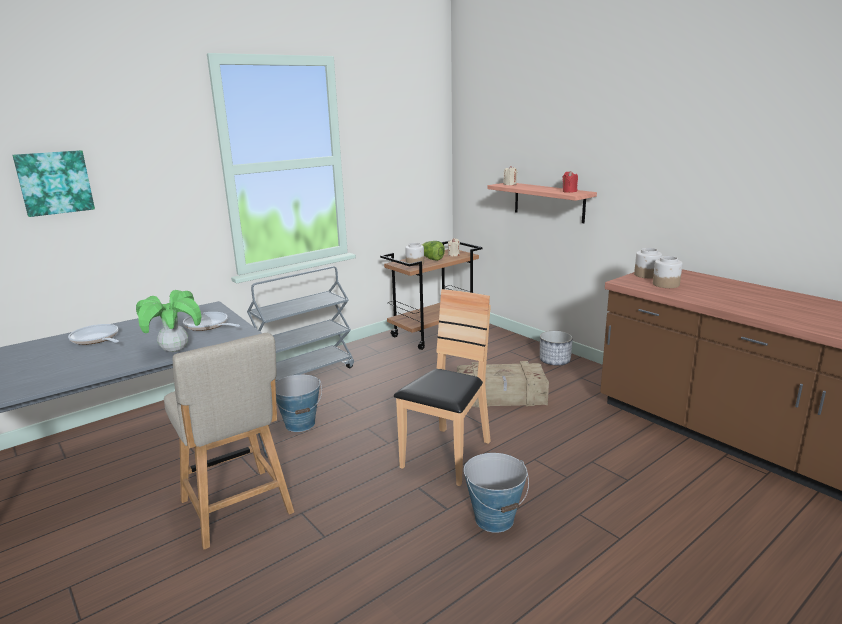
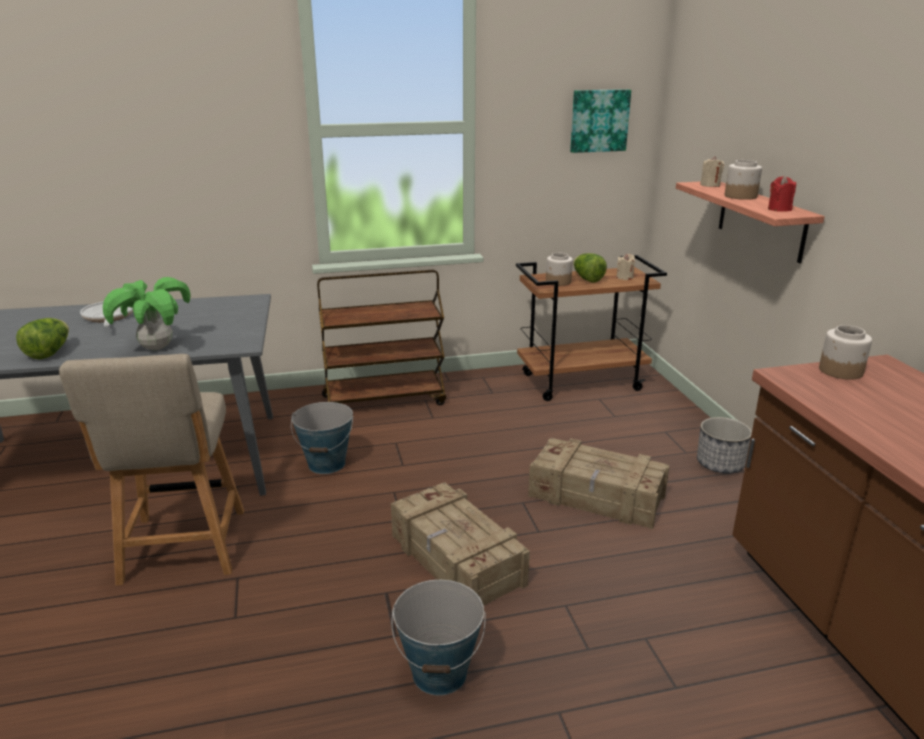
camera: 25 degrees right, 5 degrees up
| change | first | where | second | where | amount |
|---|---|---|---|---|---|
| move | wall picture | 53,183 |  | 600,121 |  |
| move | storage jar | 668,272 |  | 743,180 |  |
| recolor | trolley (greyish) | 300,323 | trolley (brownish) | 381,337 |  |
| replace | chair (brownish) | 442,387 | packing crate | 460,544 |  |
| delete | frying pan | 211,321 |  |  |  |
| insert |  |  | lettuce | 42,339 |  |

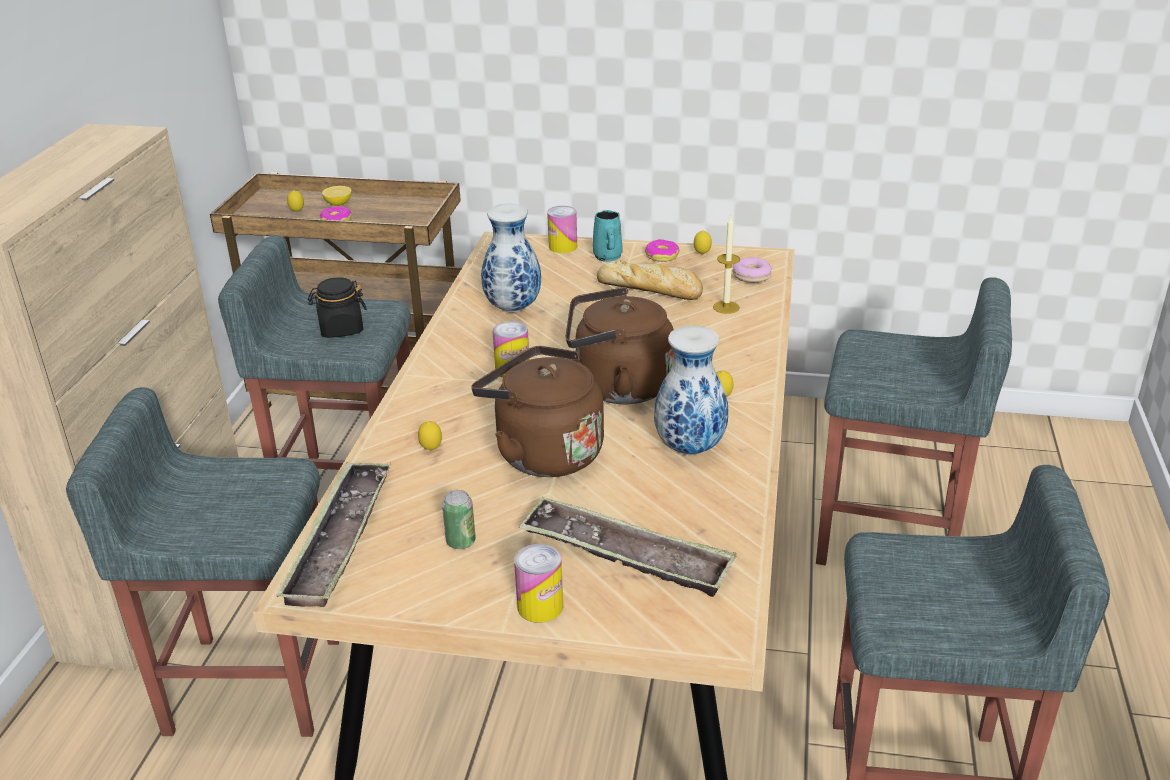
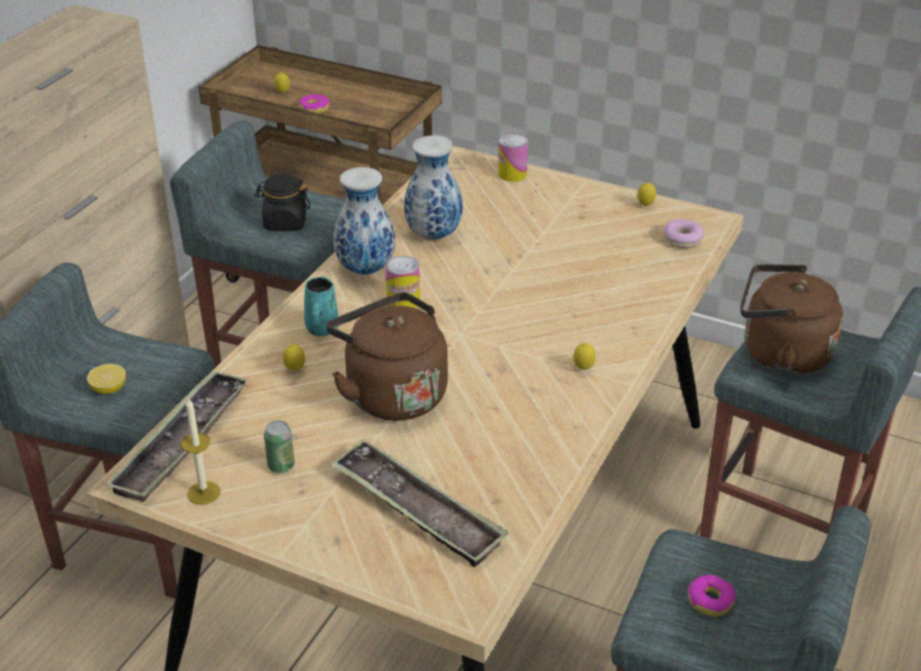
camera: 15 degrees right, 5 degrees up
| change | first | where | second | where | amount |
|---|---|---|---|---|---|
| move | whole lemon | 337,196 |  | 106,379 |  |
| move | coffee mug (turquoise-coloured) | 608,236 |  | 321,306 |  |
| move | wax candle | 726,265 |  | 201,451 |  |
| move | doughnut | 662,250 |  | 711,595 |  |
| delete | bakery bread | 650,280 |  |  |  |
| move | water kettle (brownish) | 620,346 |  | 791,319 |  |
| move | flower vase | 691,390 |  | 364,221 |  |
| delete | metal can | 538,583 |  |  |  |

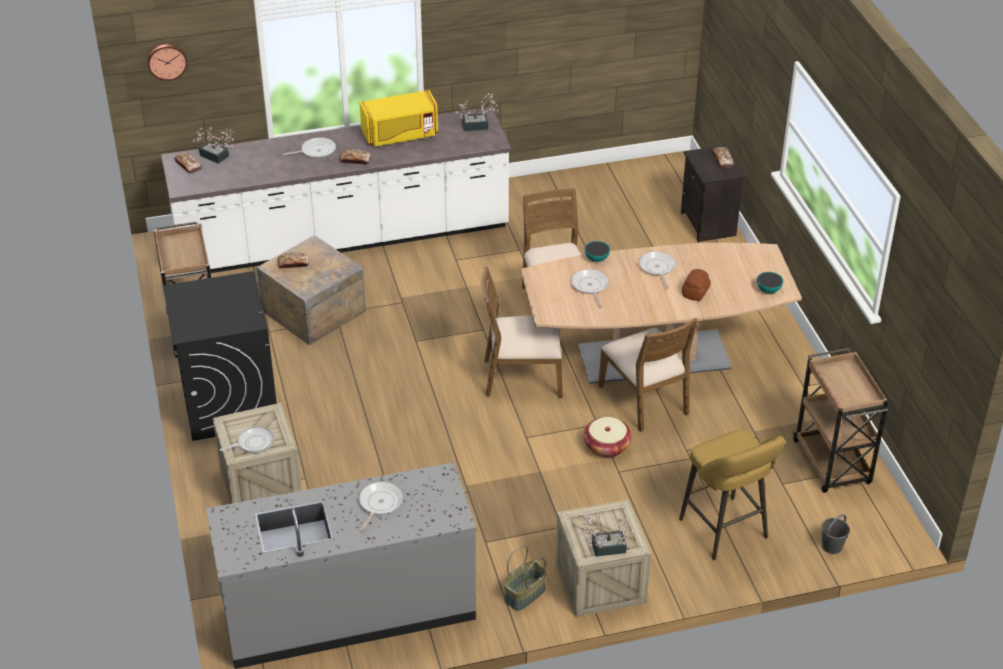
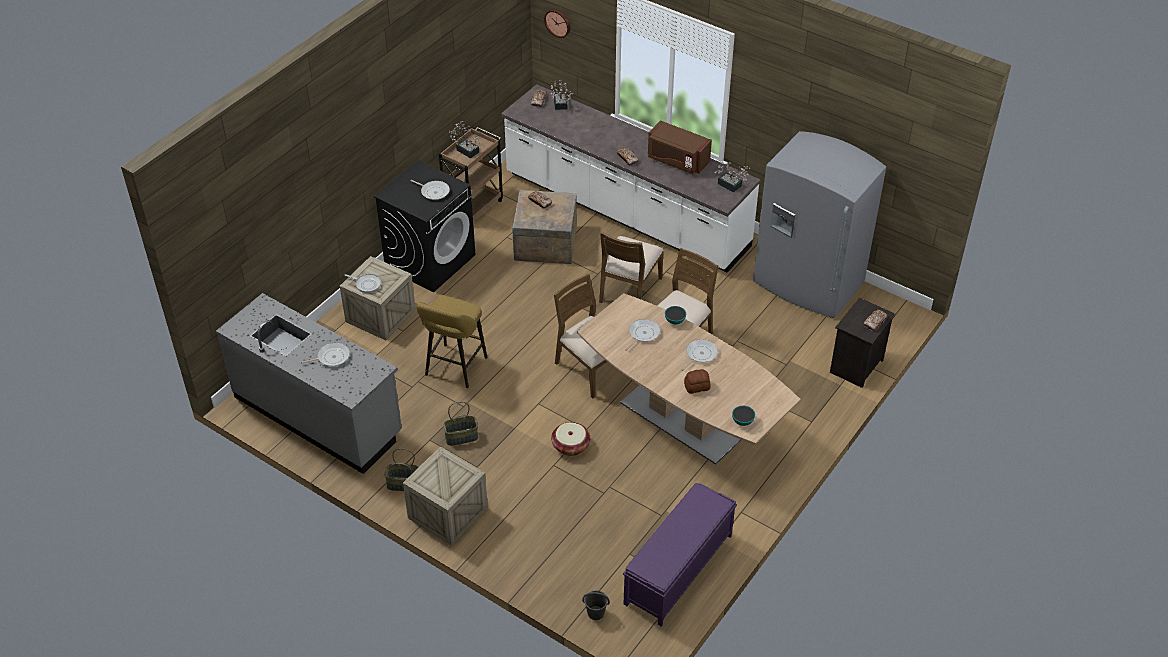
camera: 50 degrees right, 5 degrees up
| change | first | where | second | where | amount |
|---|---|---|---|---|---|
| recolor | kitchen microwave (yellow-coloured) | 399,118 | kitchen microwave (brownish) | 680,147 |  |
| move | frying pan | 309,148 |  | 430,190 |  |
| move | chair (brownish) | 648,375 |  | 631,267 |  |
| replace | trolley (brownish) | 841,420 | long seat (purple) | 680,555 |  |
| move | sitting stool (yellow-coloured) | 732,494 |  | 451,341 |  |
| move | houseplant | 607,534 |  | 466,139 |  |
| insert |  |  | refrigerator (greyish) | 819,224 |  |
| insert |  |  | storage basket | 460,423 |  |

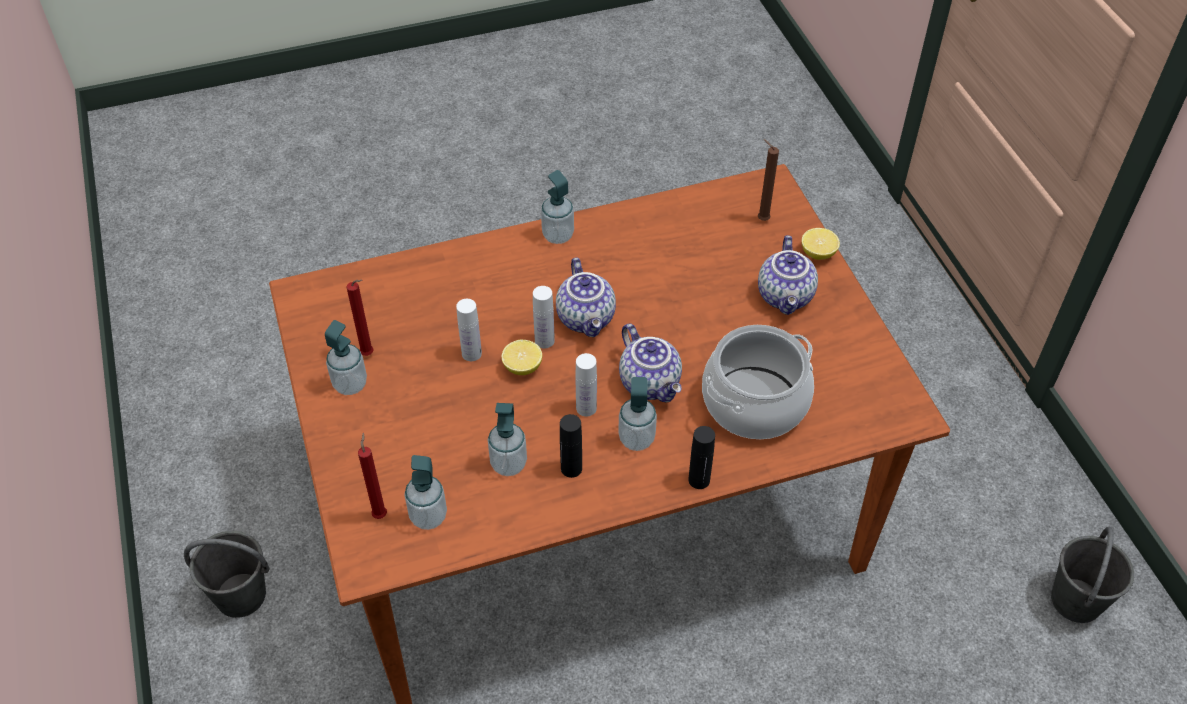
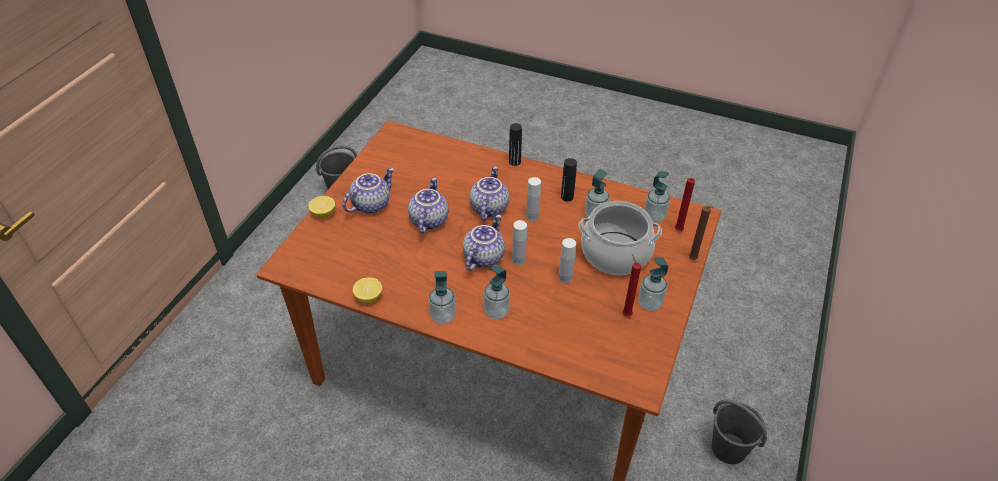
camera: 140 degrees left, 5 degrees down
| change | first | where | second | where | amount |
|---|---|---|---|---|---|
| move | wax candle (brownish) | 768,180 |  | 701,233 |  |
| move | cooking pot | 758,382 |  | 620,238 |  |
| move | whole lemon | 521,357 |  | 367,290 |  |
| move | liquid soap bottle | 637,414 |  | 497,292 |  |
| insert |  |  | tea pot | 428,206 |  |

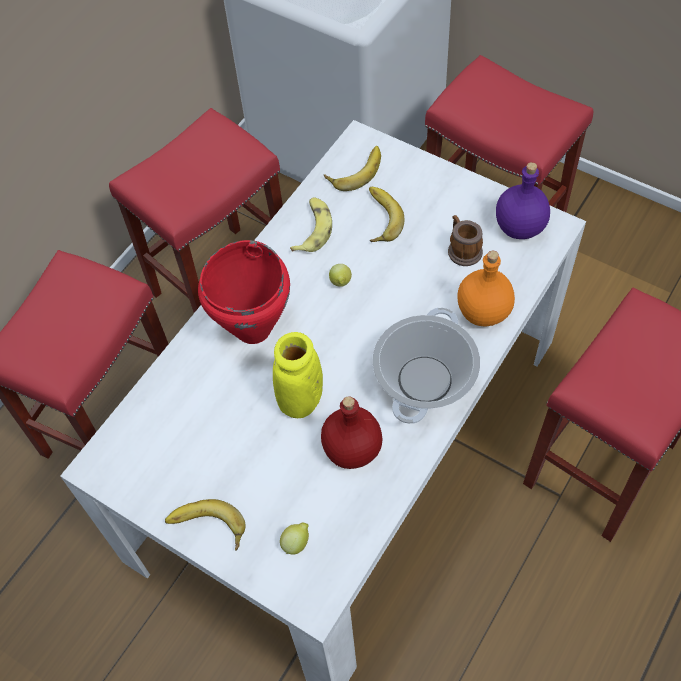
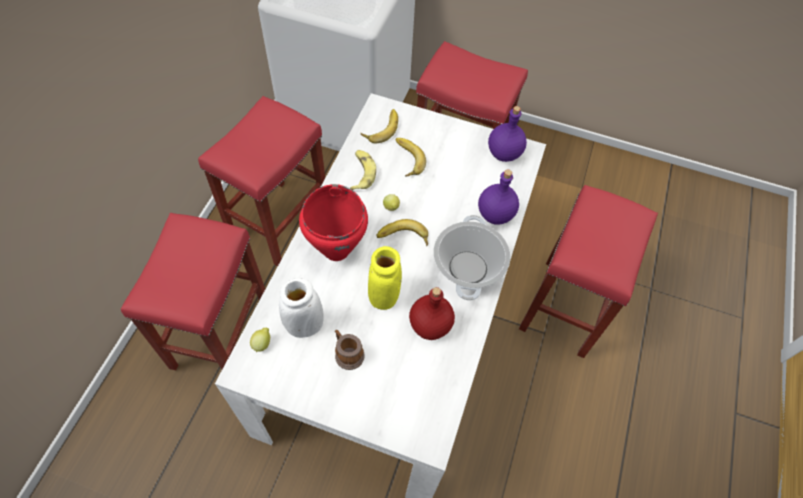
camera: 20 degrees left, 0 degrees up
| change | first | where | second | where | amount |
|---|---|---|---|---|---|
| move | coffee mug | 465,240 |  | 350,350 |  |
| recolor | bottle (orangey) | 486,288 | bottle (purple) | 498,197 |  |
| move | banana | 205,525 |  | 402,232 |  |
| move | whole lemon | 294,538 |  | 260,340 |  |
| insert |  |  | flower vase (white-coloured) | 301,308 |  |

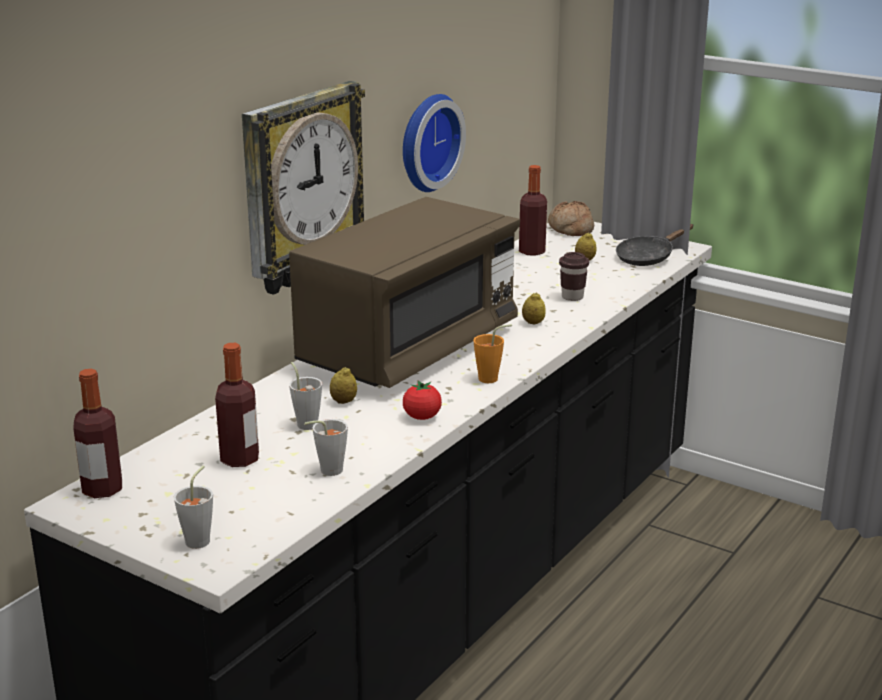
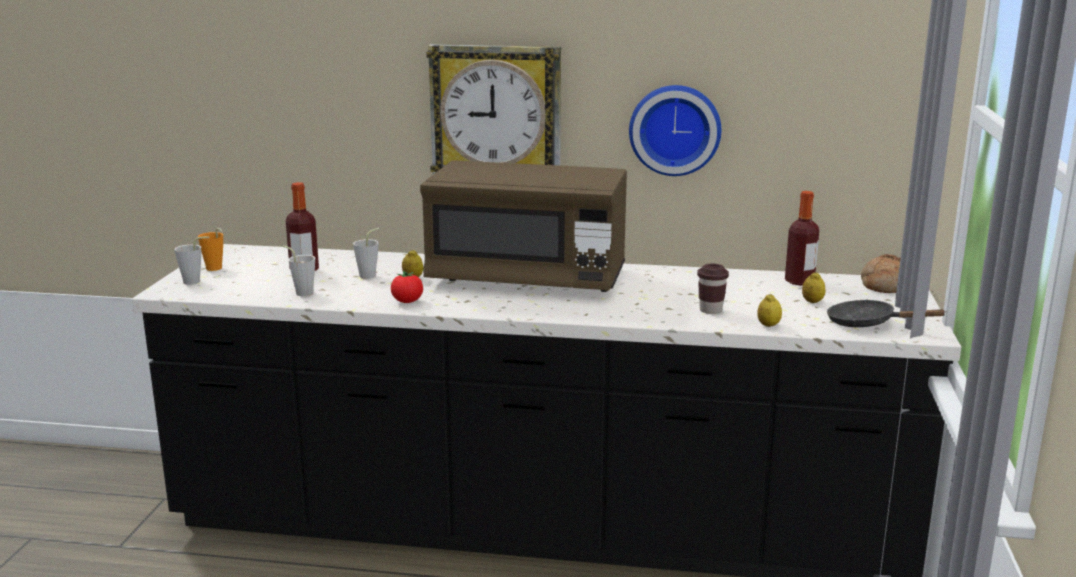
camera: 65 degrees right, 5 degrees down
| change | first | where | second | where | amount |
|---|---|---|---|---|---|
| move | whole lemon | 534,308 |  | 769,310 |  |
| move | small cup (orangey) | 492,353 |  | 210,249 |  |
| delete | bottle | 97,433 |  |  |  |

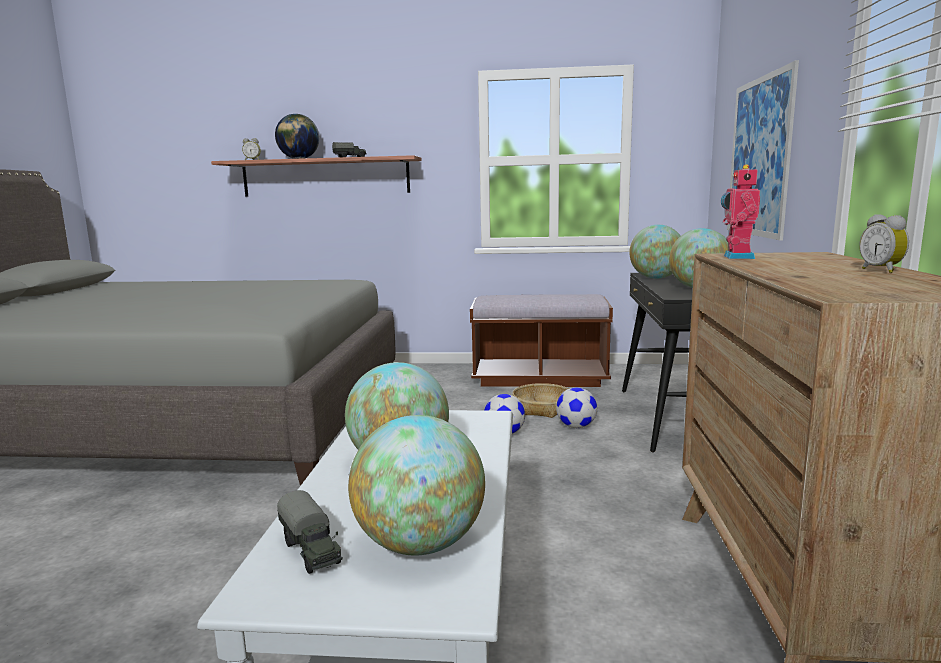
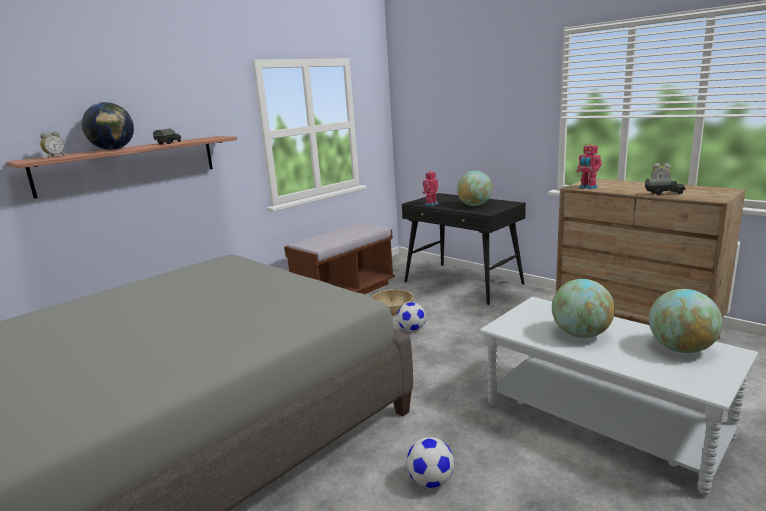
camera: 50 degrees left, 5 degrees up
| change | first | where | second | where | amount |
|---|---|---|---|---|---|
| delete | wall picture | 763,150 |  |  |  |
| replace | globe | 655,252 | model robot | 430,188 |  |
| move | football ball | 576,408 |  | 430,462 |  |
| move | toy truck | 310,532 |  | 665,186 |  |

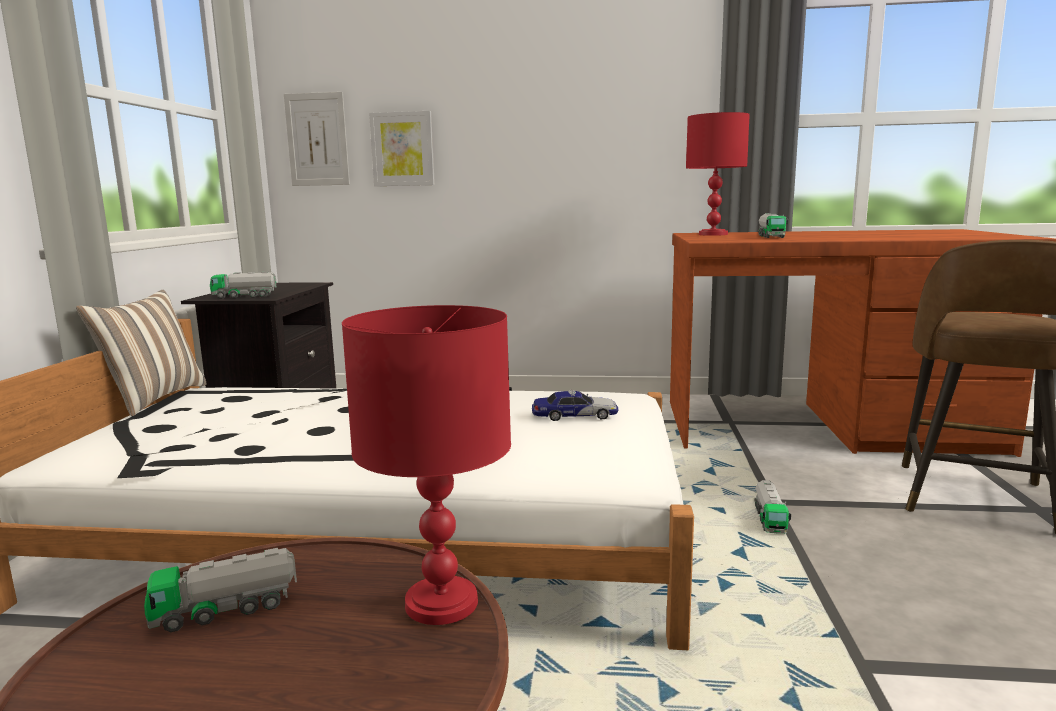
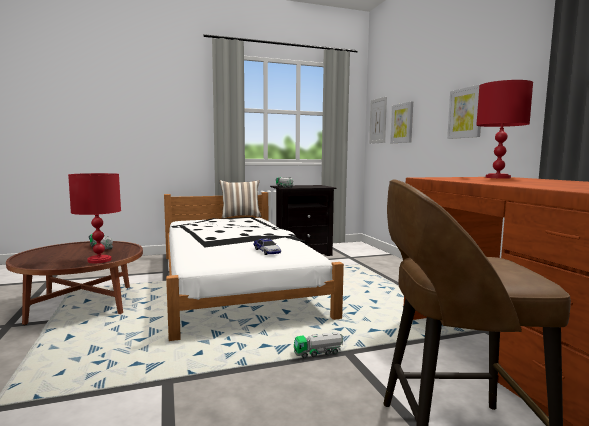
camera: 65 degrees right, 5 degrees down
| change | first | where | second | where | amount |
|---|---|---|---|---|---|
| delete | toy truck | 773,225 |  |  |  |
| insert |  |  | wall picture | 464,111 |  |

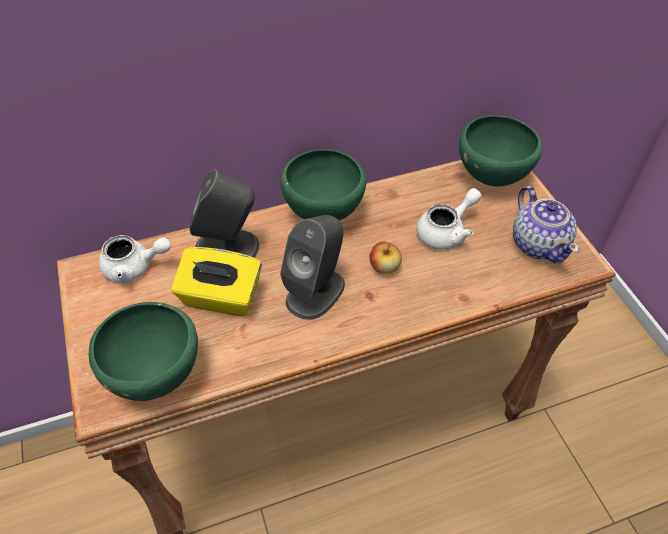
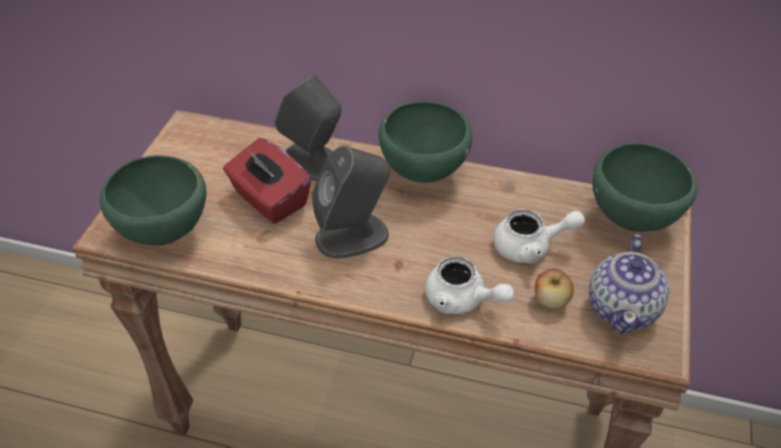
camera: 35 degrees right, 5 degrees down
| change | first | where | second | where | amount |
|---|---|---|---|---|---|
| move | tea pot (white-coloured) | 135,259 |  | 469,285 |  |
| move | apple | 386,258 |  | 554,288 |  |
| recolor | tissue box (yellow-coloured) | 216,281 | tissue box (red) | 267,181 |  |

